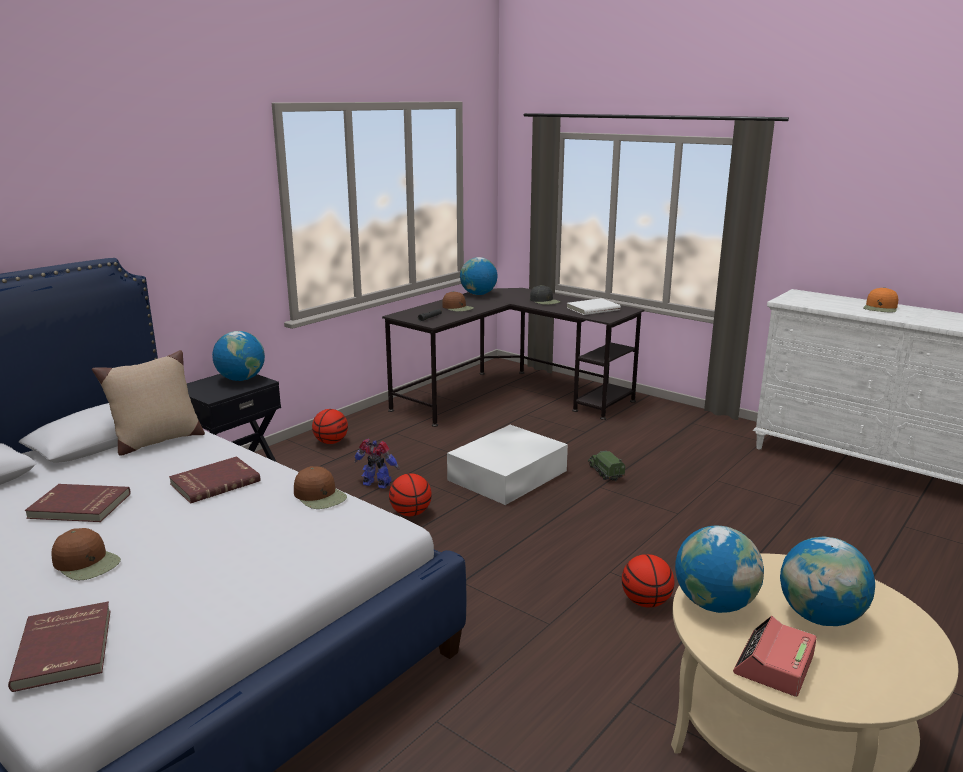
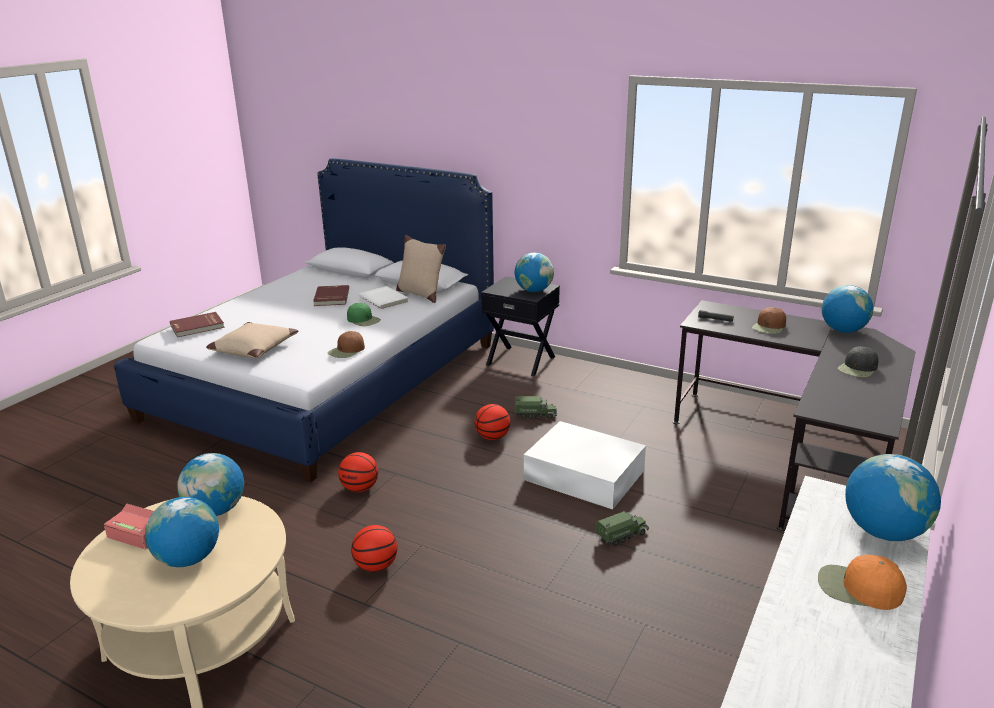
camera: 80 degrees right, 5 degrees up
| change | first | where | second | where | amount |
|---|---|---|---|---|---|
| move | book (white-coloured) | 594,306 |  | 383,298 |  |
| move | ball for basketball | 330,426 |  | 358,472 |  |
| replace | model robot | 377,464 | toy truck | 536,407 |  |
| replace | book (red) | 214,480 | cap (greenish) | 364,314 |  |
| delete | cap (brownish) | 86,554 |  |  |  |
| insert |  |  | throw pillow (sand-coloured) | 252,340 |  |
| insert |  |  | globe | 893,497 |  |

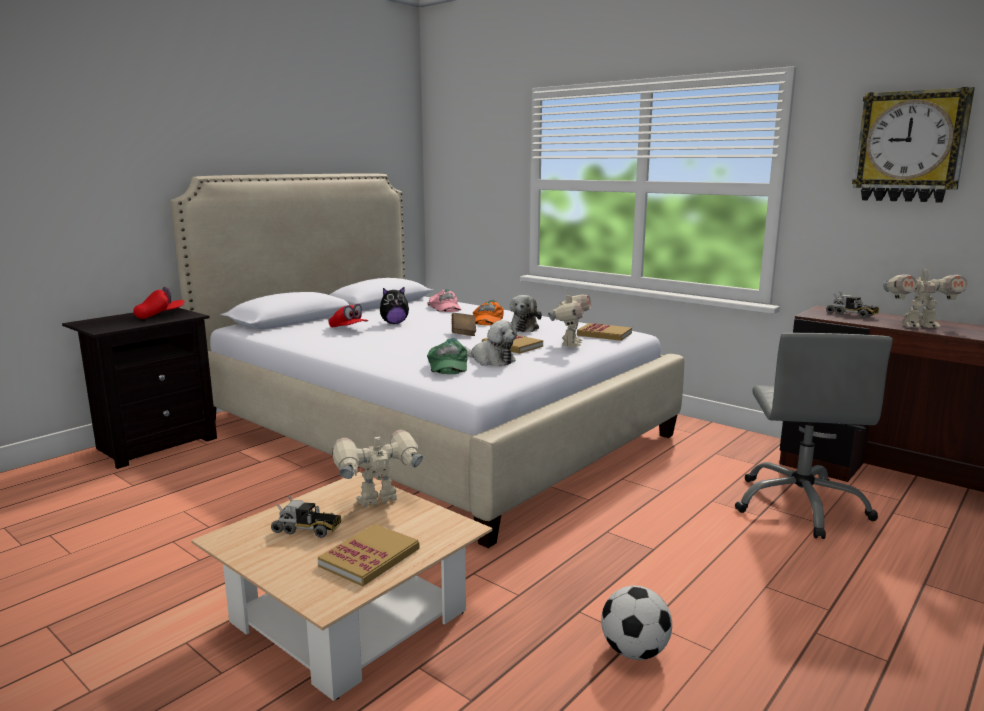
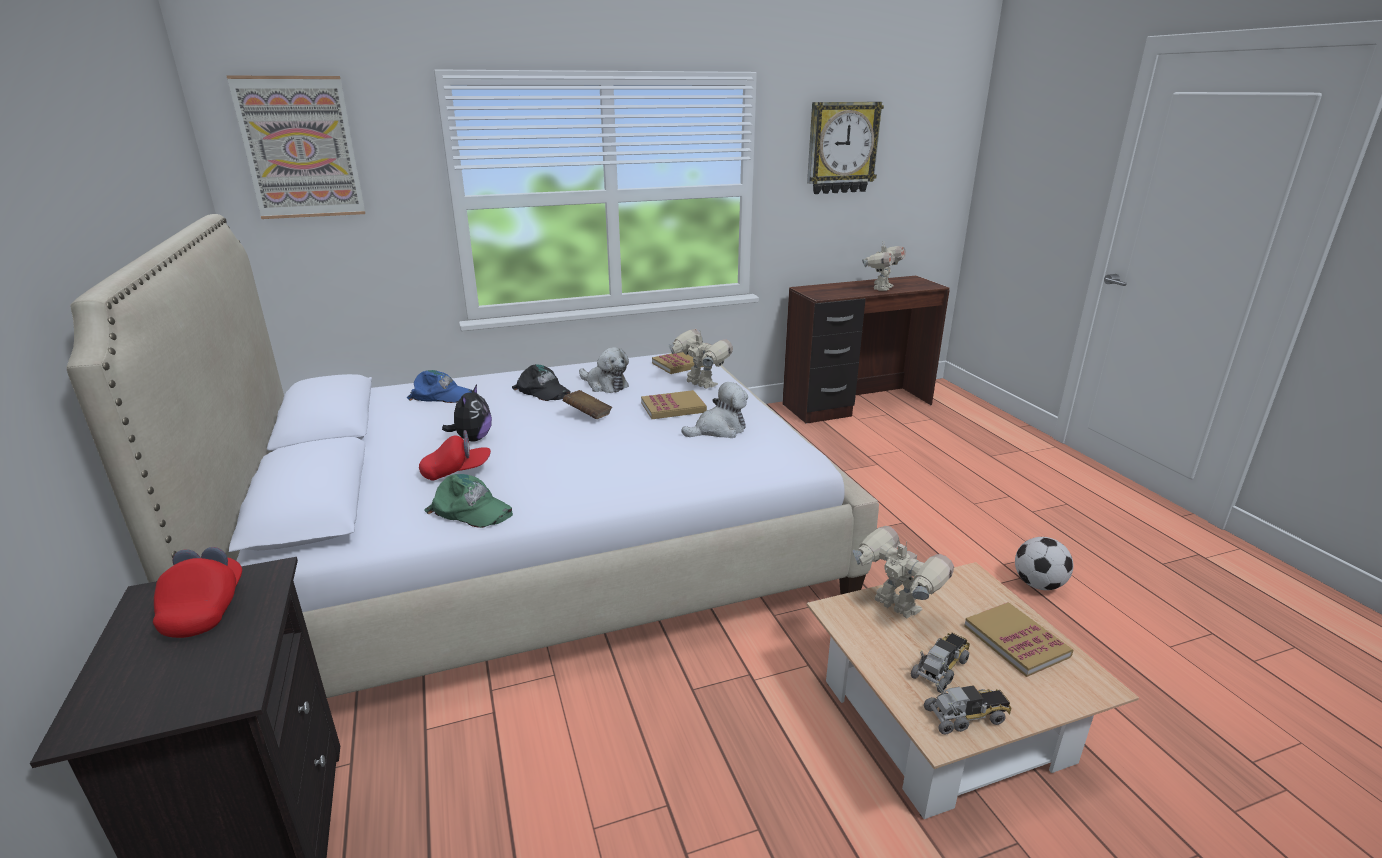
camera: 60 degrees left, 10 degrees up
| change | first | where | second | where | amount |
|---|---|---|---|---|---|
| recolor | cap (pinkish) | 444,300 | cap (blue) | 440,386 |  |
| move | toy truck | 852,305 |  | 968,709 |  |
| recolor | cap (orangey) | 488,312 | cap (black) | 541,382 |  |
| delete | desk chair (greyish) | 814,436 |  |  |  |
| move | cap (greenish) | 447,356 |  | 468,501 |  |
| rotate | model robot | 377,468 |  | 903,572 | 135 degrees clockwise |
| insert |  |  | wall picture | 296,147 |  |

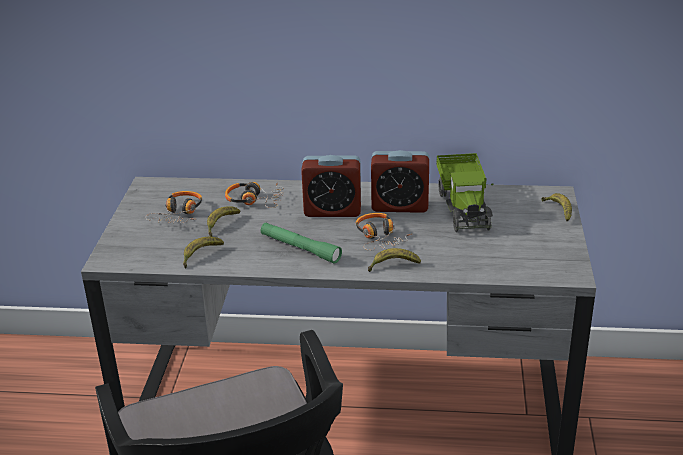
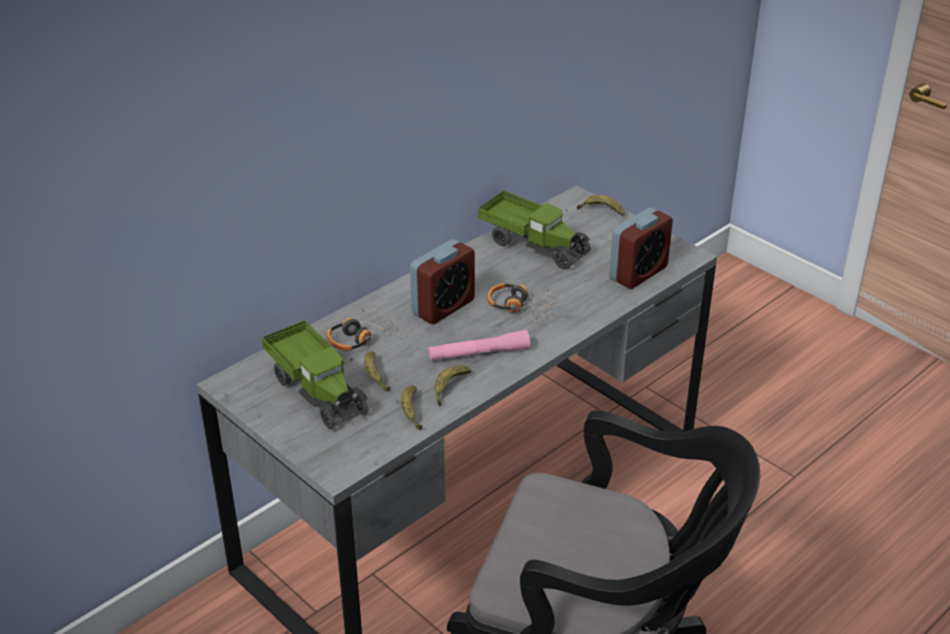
camera: 50 degrees left, 5 degrees up
| change | first | where | second | where | amount |
|---|---|---|---|---|---|
| move | bedside clock | 400,181 |  | 641,248 |  |
| replace | pair of headphones | 174,207 | toy truck | 315,375 |  |
| recolor | flashlight (greenish) | 301,243 | flashlight (pinkish) | 479,345 |  |
| move | banana | 394,260 |  | 452,386 |  |

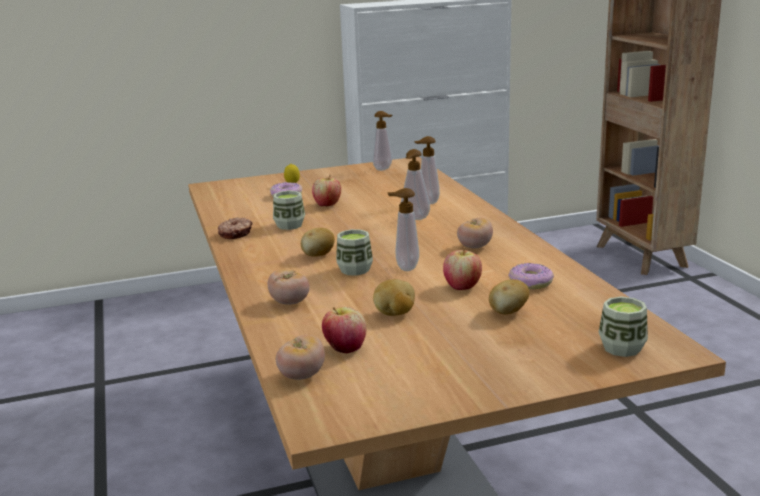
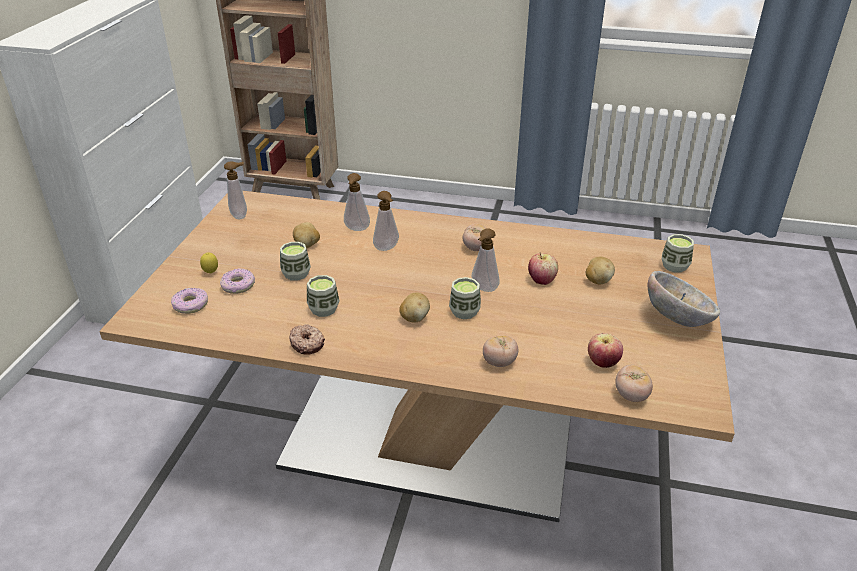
camera: 60 degrees left, 15 degrees up
| change | first | where | second | where | amount |
|---|---|---|---|---|---|
| replace | apple | 326,190 | small cup | 295,261 |  |
| move | doughnut | 531,276 |  | 189,301 |  |
| move | whole potato | 394,297 |  | 306,235 |  |
| insert |  |  | serving bowl | 684,299 |  |

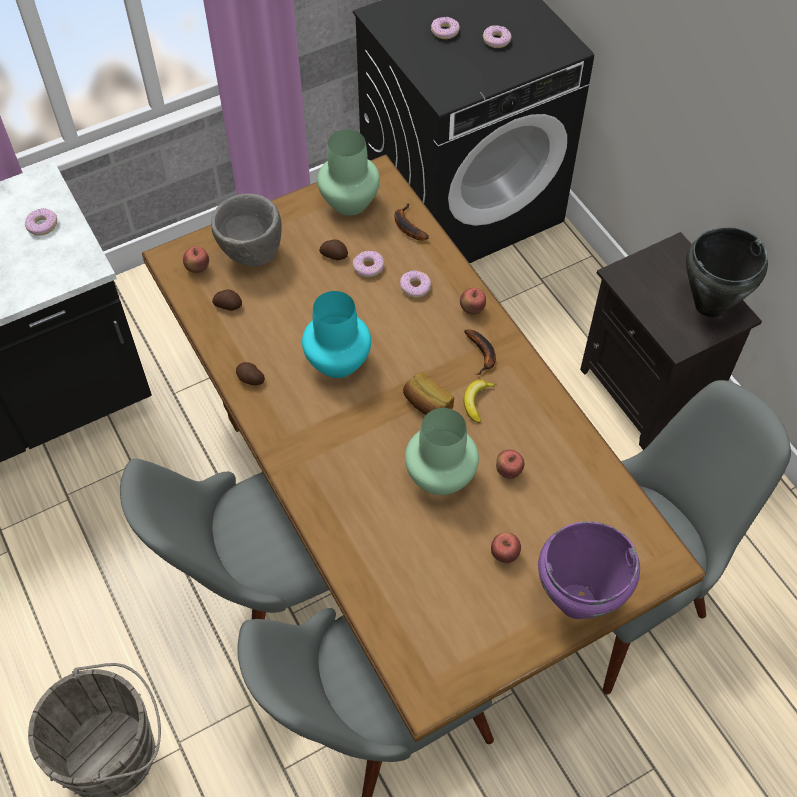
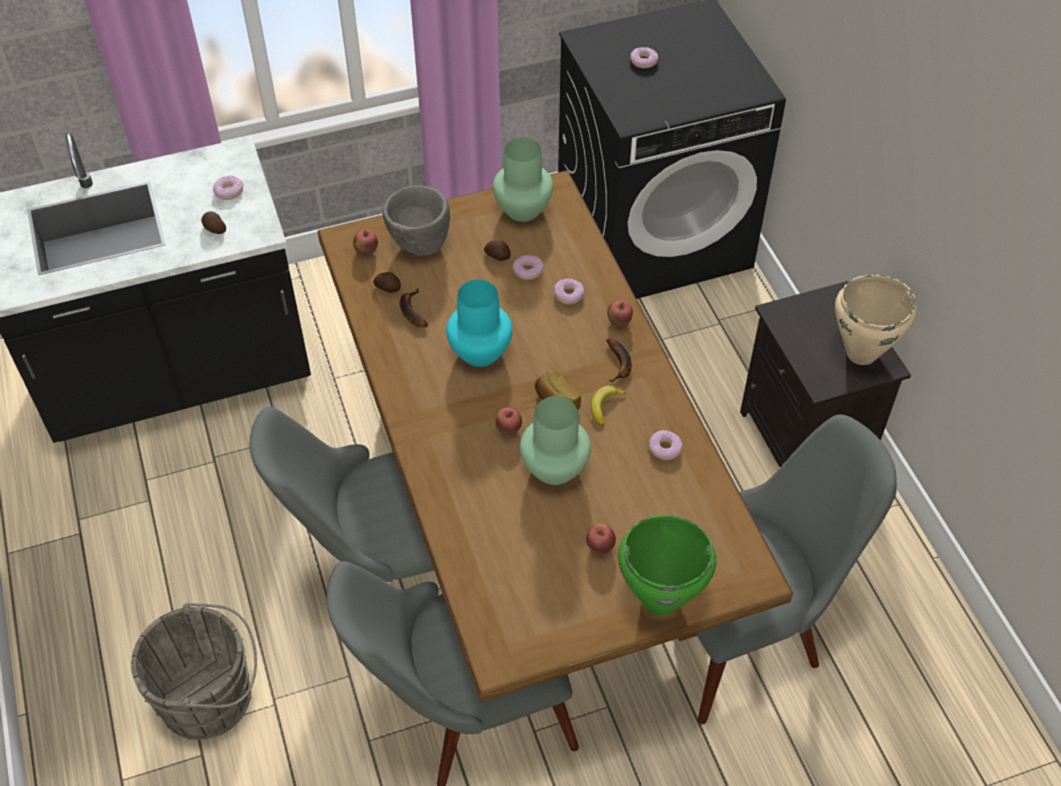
camera: 10 degrees right, 5 degrees down
| change | first | where | second | where | amount |
|---|---|---|---|---|---|
| move | doughnut | 497,36 |  | 666,445 |  |
| move | banana | 411,222 |  | 414,308 |  |
| recolor | cooking pot (black) | 727,272 | cooking pot (sand-coloured) | 876,320 |  |
| move | whole potato | 250,373 |  | 213,223 |  |
| move | apple | 510,464 |  | 508,421 |  |
| recolor | cooking pot (purple) | 589,570 | cooking pot (greenish) | 667,565 |  |

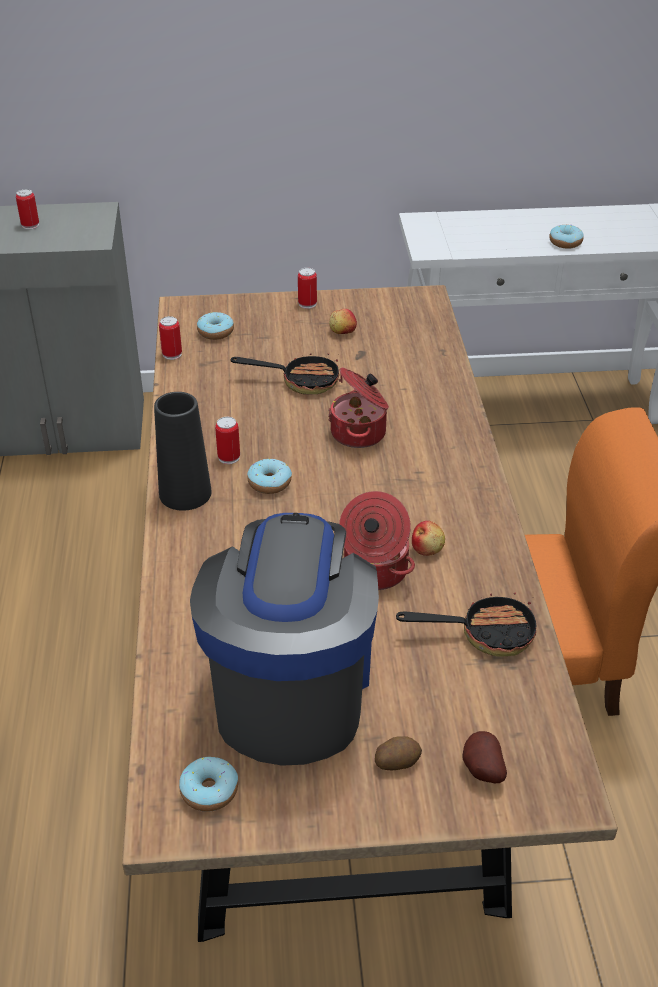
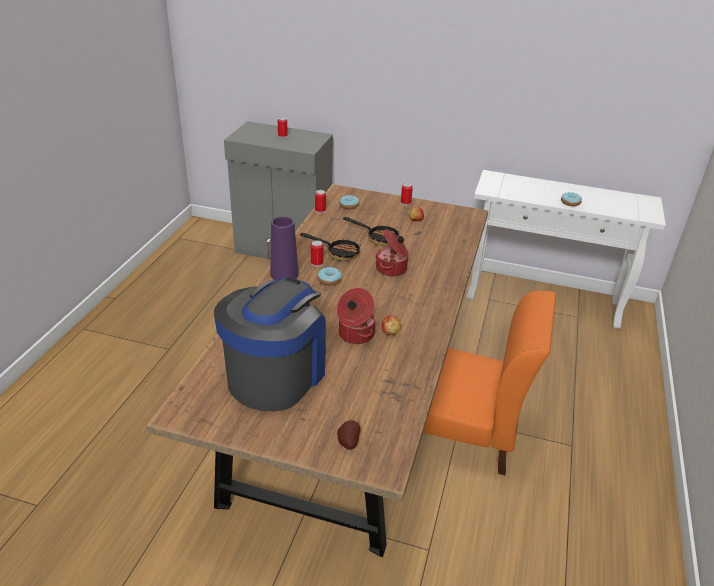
camera: 20 degrees right, 5 degrees down
| change | first | where | second | where | amount |
|---|---|---|---|---|---|
| recolor | flower vase (black) | 183,451 | flower vase (purple) | 284,248 |  |
| move | frying pan | 466,624 |  | 330,247 |  |
| delete | whole potato | 398,753 |  |  |  |
| delete | doughnut | 208,784 |  |  |  |

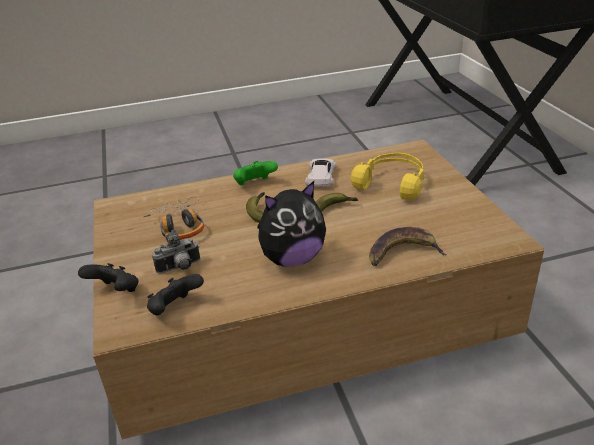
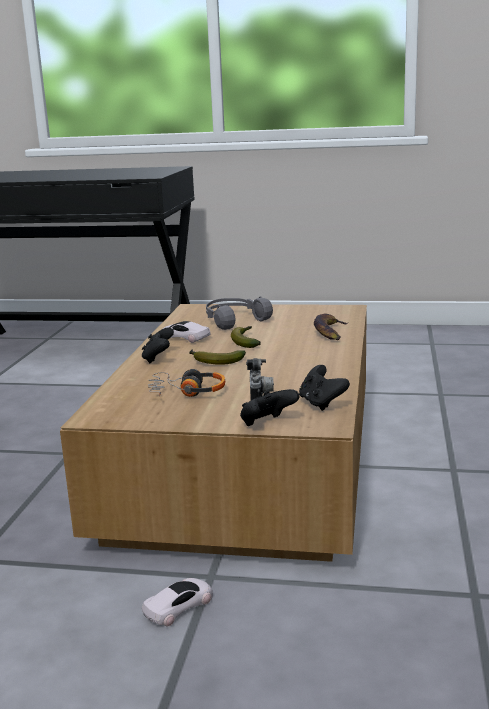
camera: 65 degrees left, 15 degrees down
| change | first | where | second | where | amount |
|---|---|---|---|---|---|
| recolor | pair of headphones (yellow-coloured) | 387,176 | pair of headphones (greyish) | 239,313 |  |
| recolor | game controller (greenish) | 255,173 | game controller (black) | 158,345 |  |
| delete | plush toy | 291,224 |  |  |  |
| insert |  |  | model car (white-coloured) | 177,602 |  |

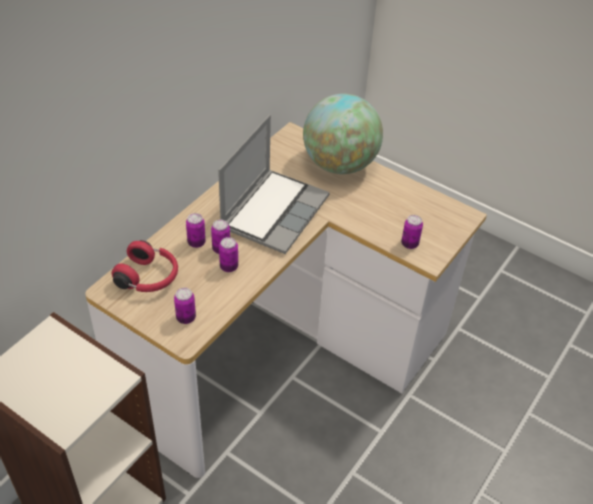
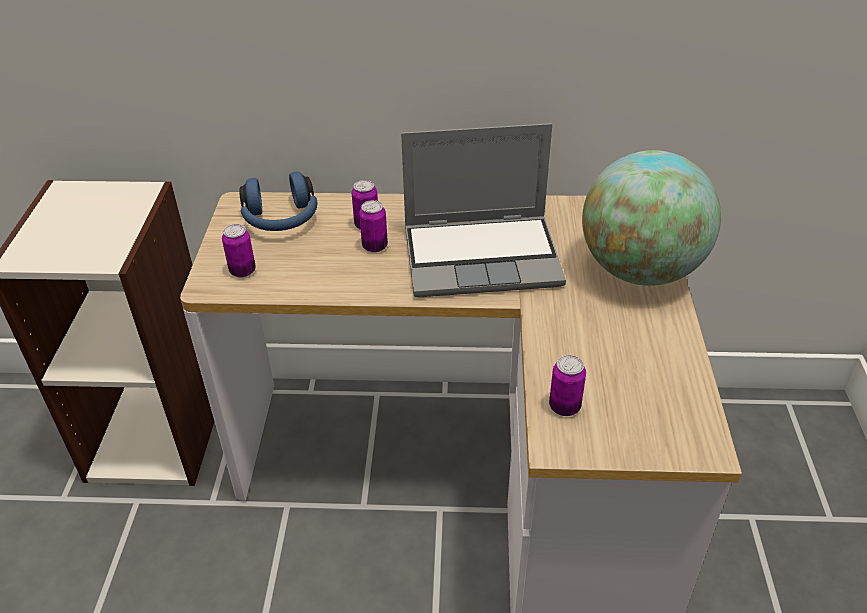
camera: 60 degrees right, 5 degrees down
| change | first | where | second | where | amount |
|---|---|---|---|---|---|
| delete | metal can | 228,254 |  |  |  |
| recolor | pair of headphones (red) | 145,266 | pair of headphones (blue) | 278,201 |  |

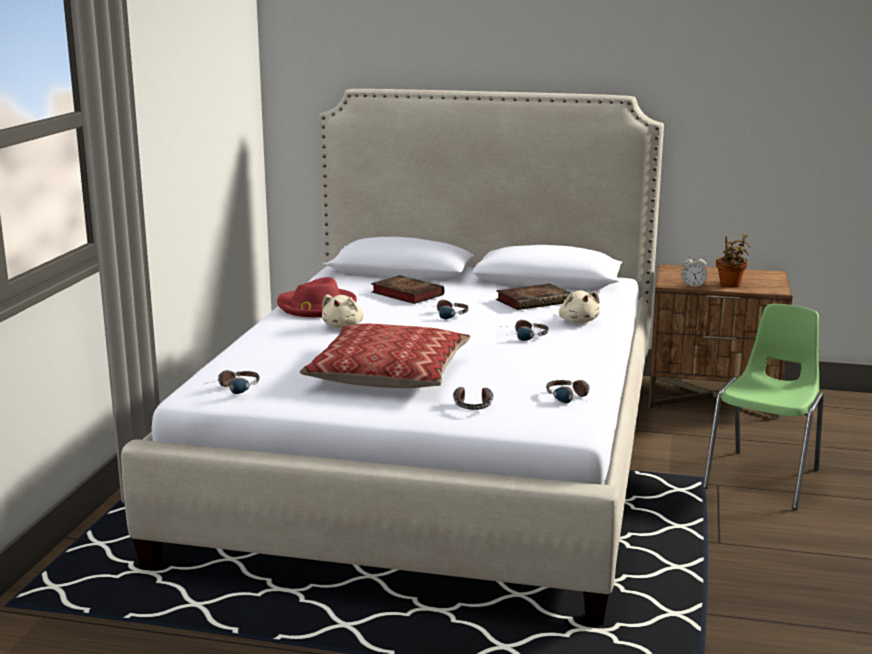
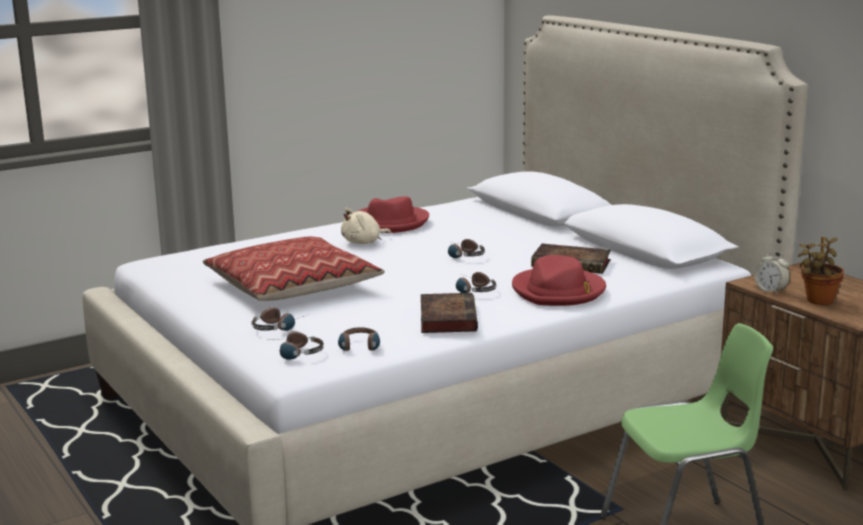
camera: 45 degrees right, 0 degrees up
| change | first | where | second | where | amount |
|---|---|---|---|---|---|
| move | book | 407,289 |  | 449,313 |  |
| replace | plush toy (sand-coloured) | 579,306 | clothing hat (red) | 559,280 |  |
| move | pair of headphones | 232,382 |  | 296,346 |  |

